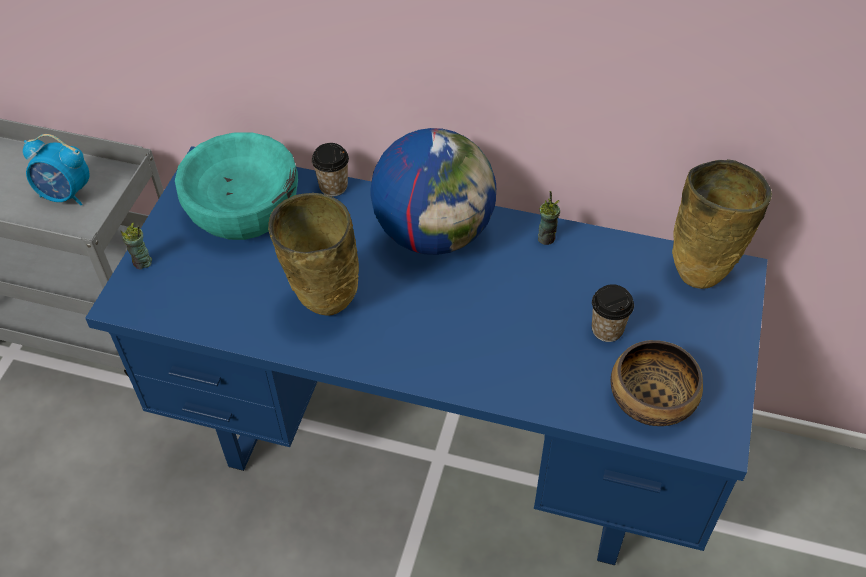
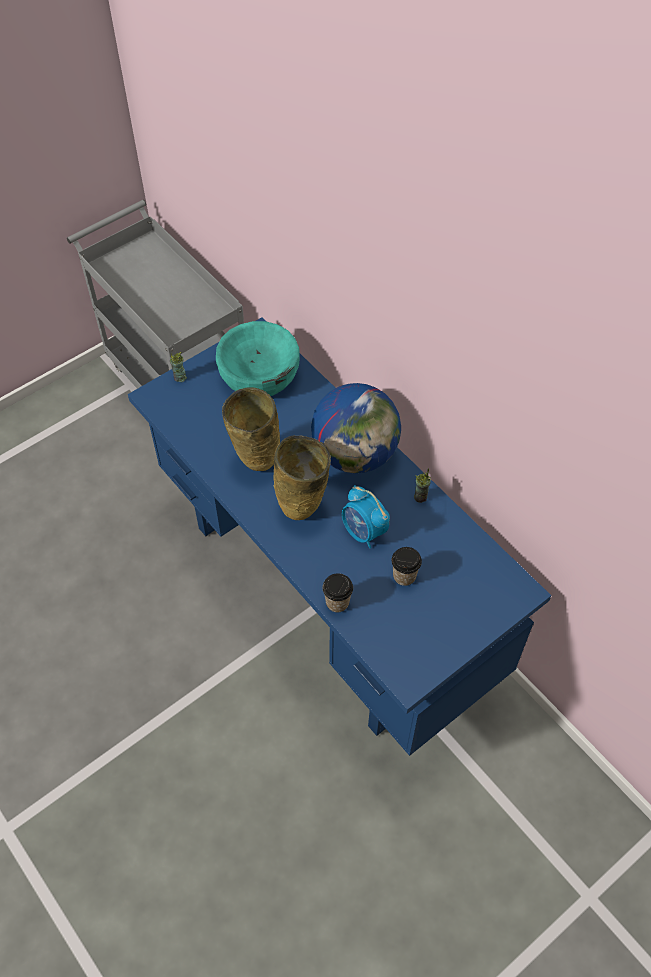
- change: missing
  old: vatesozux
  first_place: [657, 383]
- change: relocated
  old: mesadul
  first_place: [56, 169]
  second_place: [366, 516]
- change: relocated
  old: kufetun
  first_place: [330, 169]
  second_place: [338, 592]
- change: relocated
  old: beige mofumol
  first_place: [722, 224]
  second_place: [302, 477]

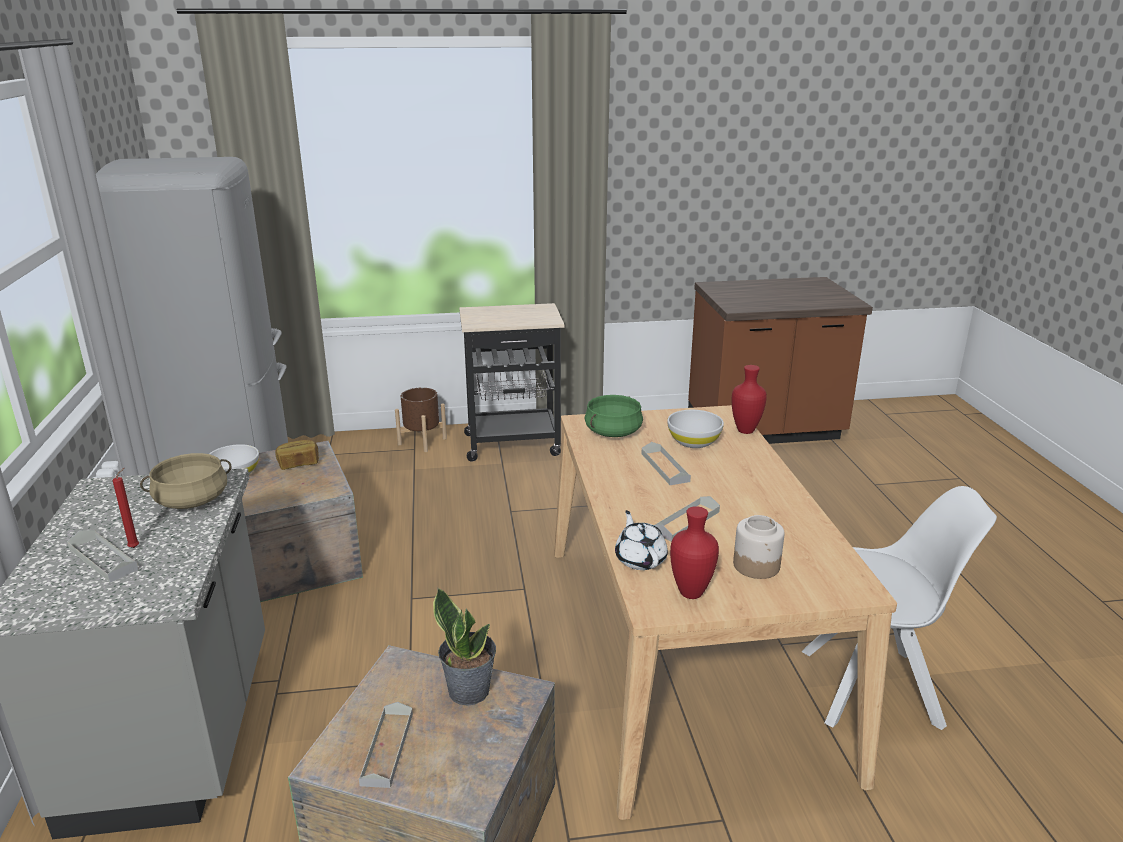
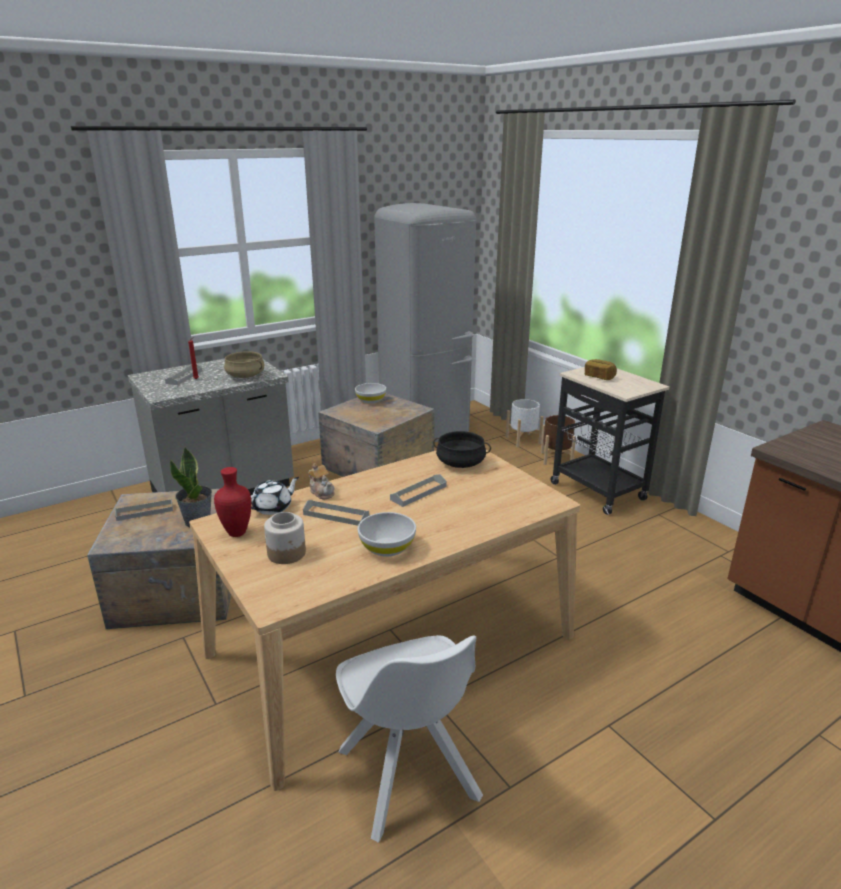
- change: missing
  old: red mofumol
  first_place: [749, 399]
- change: appeared
  new: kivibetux
  second_place: [321, 481]
- change: appeared
  new: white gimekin
  second_place: [525, 423]
- change: relocated
  old: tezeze
  first_place: [297, 455]
  second_place: [601, 369]
- change: relocated
  old: white vatesozux
  first_place: [695, 429]
  second_place: [387, 534]
- change: colour
  old: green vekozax
  new: black vekozax
  first_place: [613, 416]
  second_place: [462, 449]

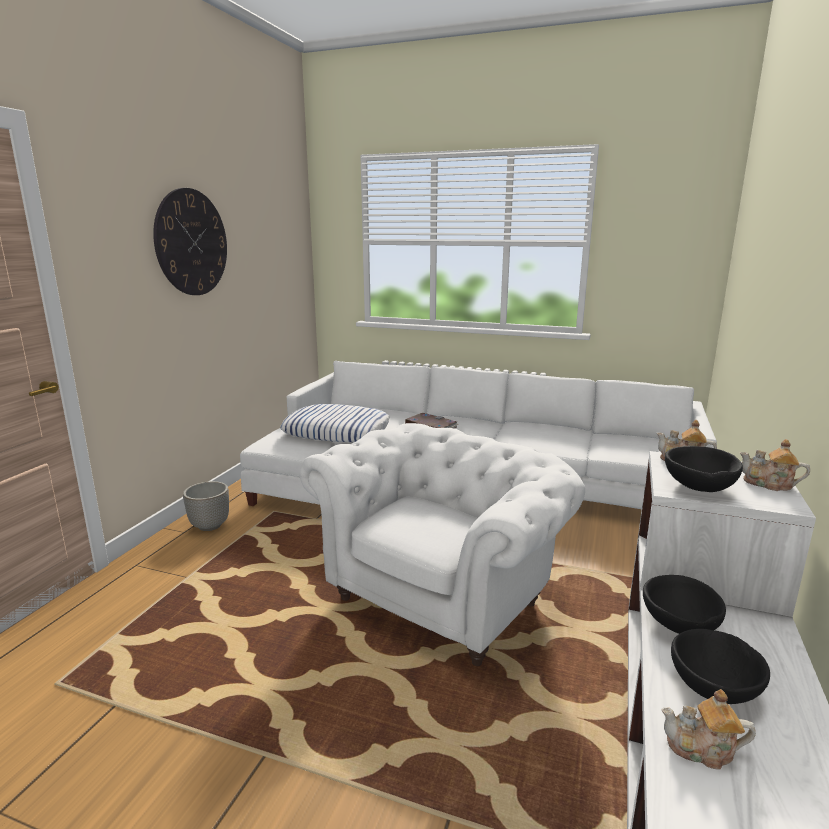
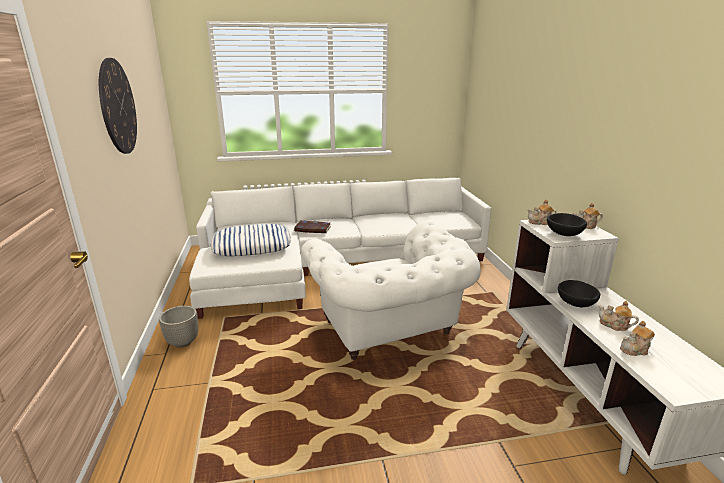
- change: exchanged
  old: black vatesozux
  new: kivibetux
  first_place: [720, 666]
  second_place: [618, 316]
- change: spun
  old: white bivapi
  first_place: [442, 544]
  second_place: [391, 290]
  degrees: 150

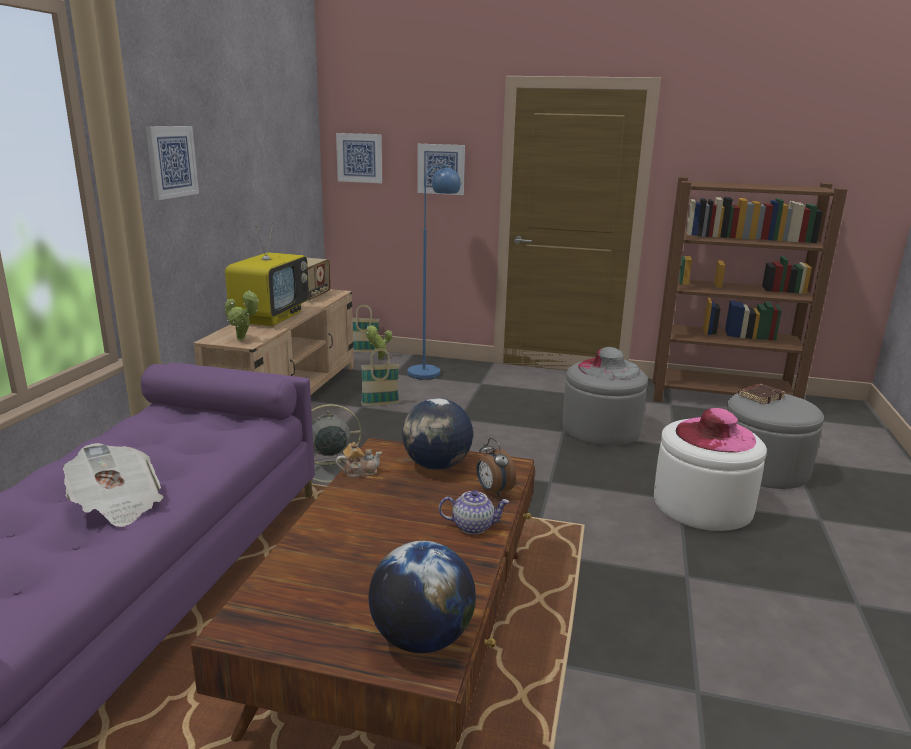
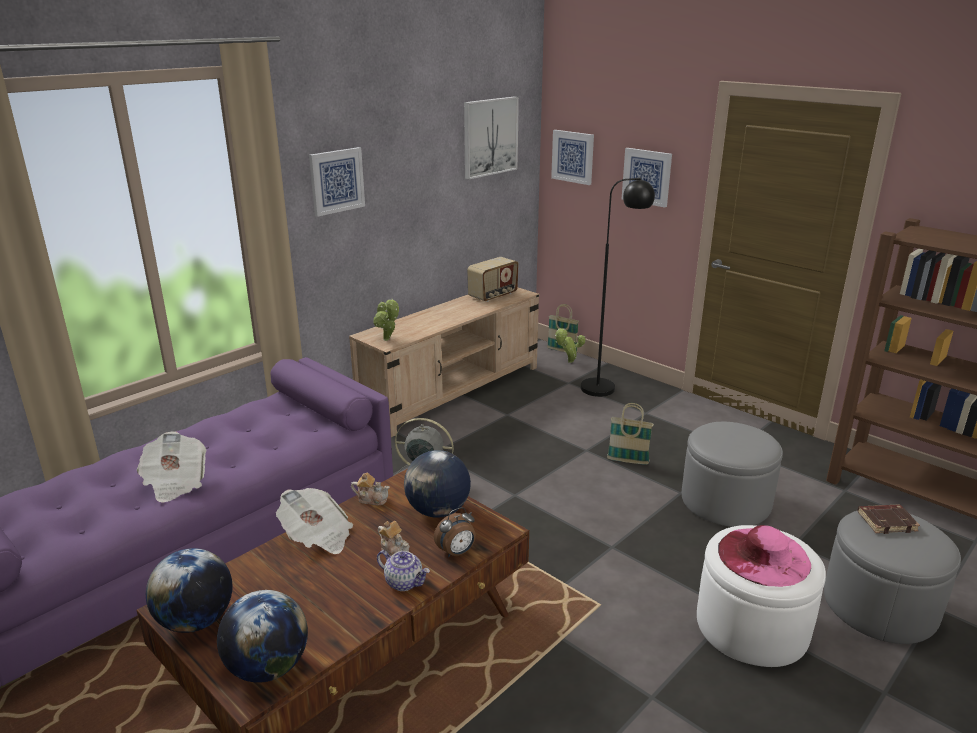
- change: missing
  old: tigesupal
  first_place: [267, 274]
- change: missing
  old: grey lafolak
  first_place: [609, 363]
- change: appeared
  new: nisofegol
  second_place: [189, 590]
- change: appeared
  new: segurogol
  second_place: [314, 521]
- change: appeared
  new: kivibetux
  second_place: [394, 538]
- change: appeared
  new: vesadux
  second_place: [491, 137]
- change: relocated
  old: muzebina
  first_place: [380, 377]
  second_place: [630, 434]
- change: colour
  old: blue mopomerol
  new: black mopomerol
  first_place: [434, 272]
  second_place: [618, 287]
- change: spun
  old: mesadul
  first_place: [496, 467]
  second_place: [455, 532]
  degrees: -120

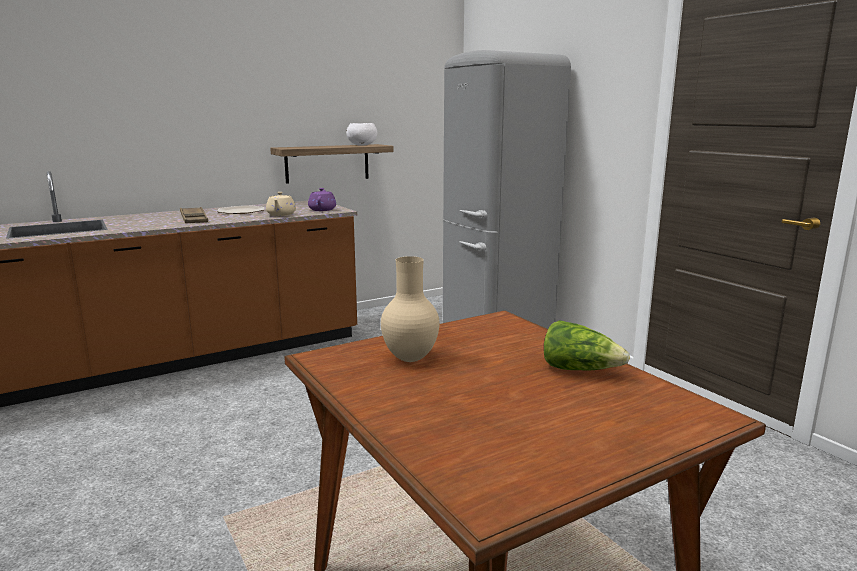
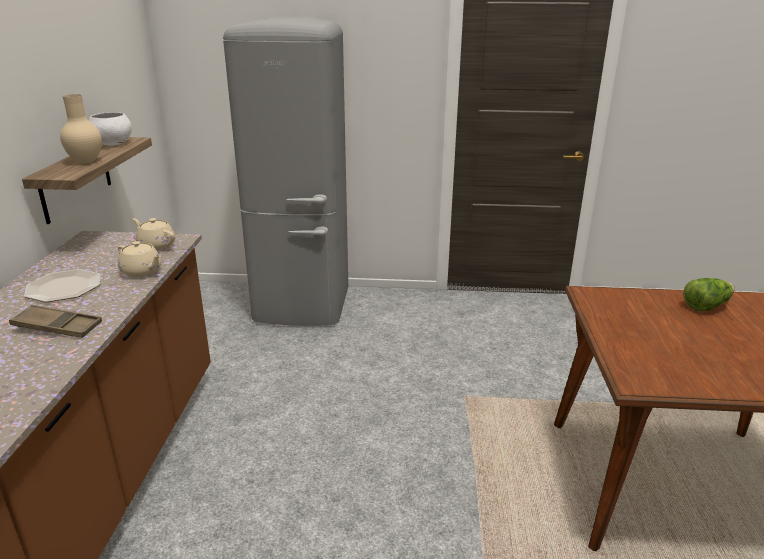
- change: relocated
  old: beige mofumol
  first_place: [410, 309]
  second_place: [81, 129]
- change: colour
  old: purple kivibetux
  new: beige kivibetux
  first_place: [322, 199]
  second_place: [154, 234]

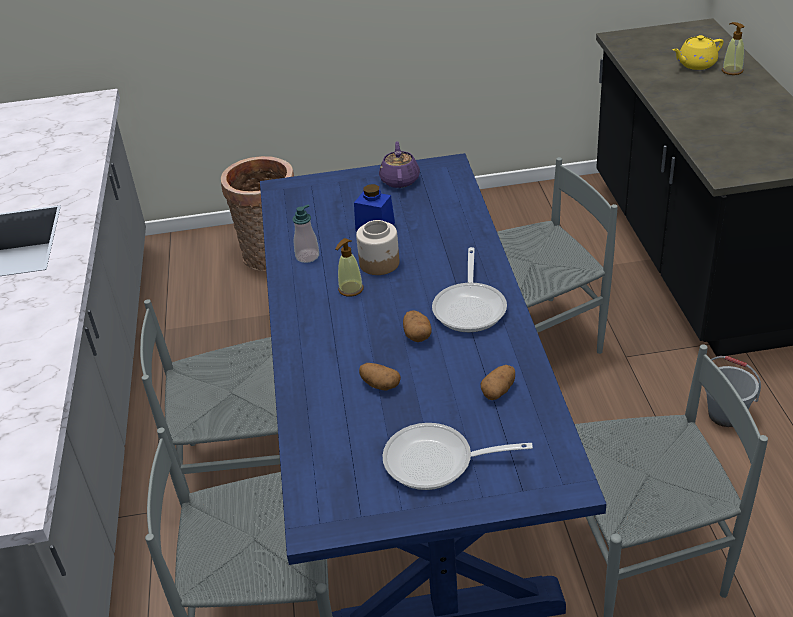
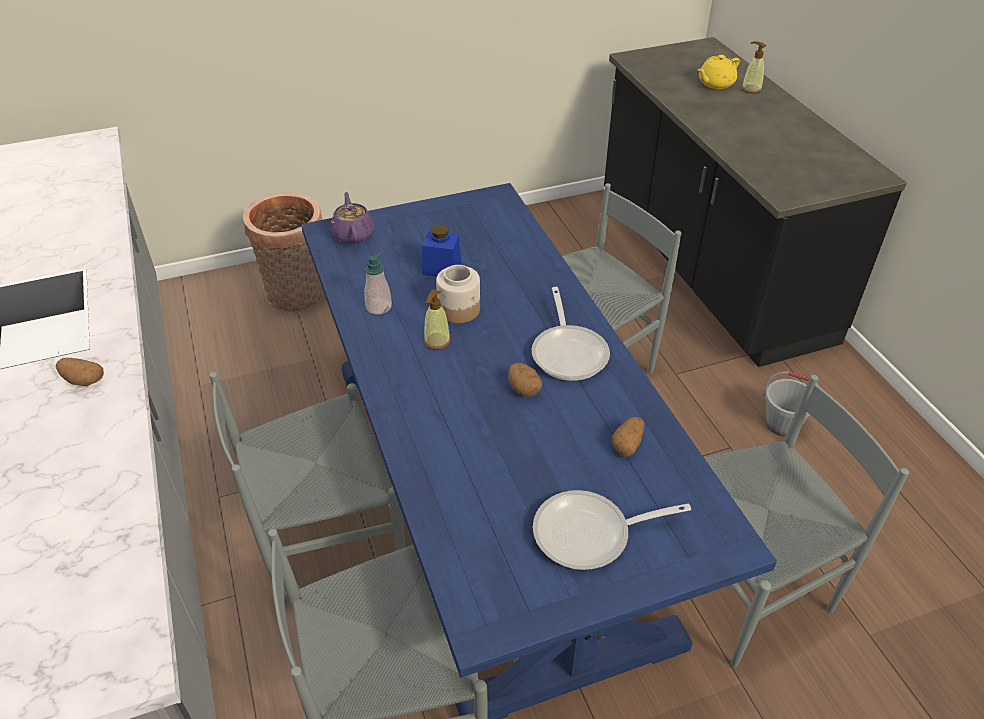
- change: relocated
  old: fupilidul
  first_place: [380, 376]
  second_place: [80, 372]
- change: relocated
  old: purple kivibetux
  first_place: [399, 164]
  second_place: [352, 218]

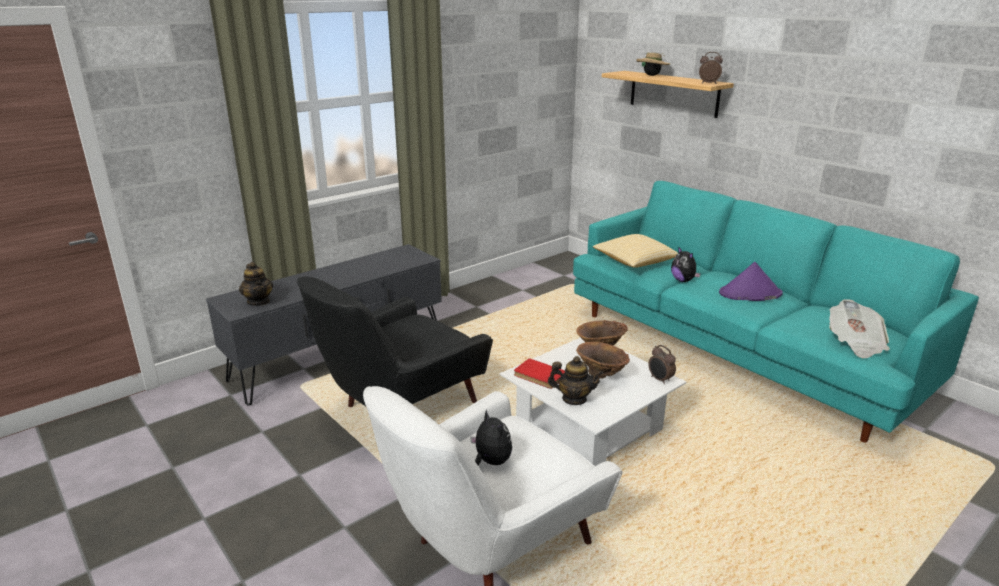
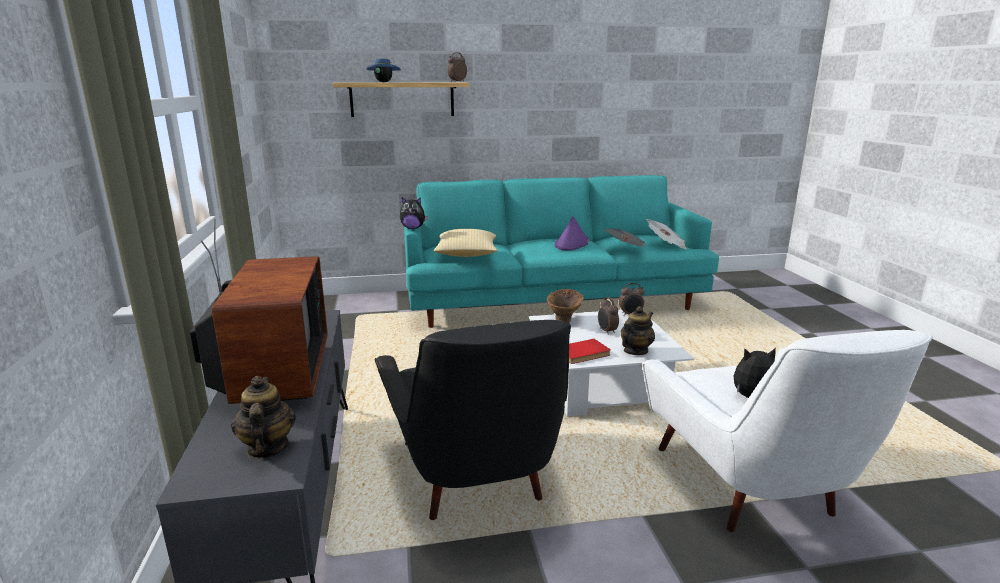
- change: appeared
  new: tigesupal
  second_place: [259, 311]
- change: appeared
  new: segurogol
  second_place: [625, 237]
- change: relocated
  old: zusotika
  first_place: [686, 264]
  second_place: [414, 213]
- change: exchanged
  old: brown mofumol
  new: mesadul
  first_place: [603, 360]
  second_place: [608, 316]
- change: colour
  old: beige lafolak
  new: blue lafolak
  first_place: [653, 64]
  second_place: [383, 70]
- change: spun
  old: kivibetux
  first_place: [256, 284]
  second_place: [263, 417]
  degrees: -105

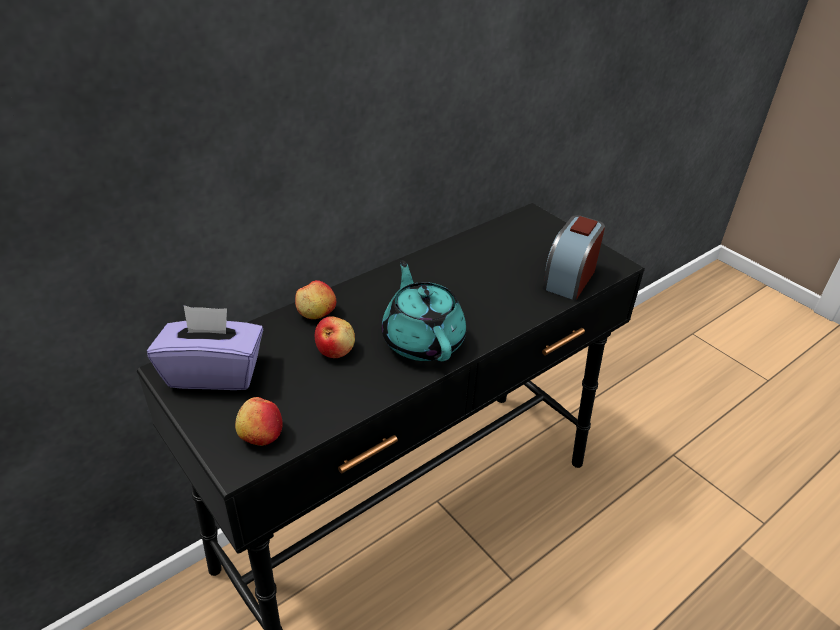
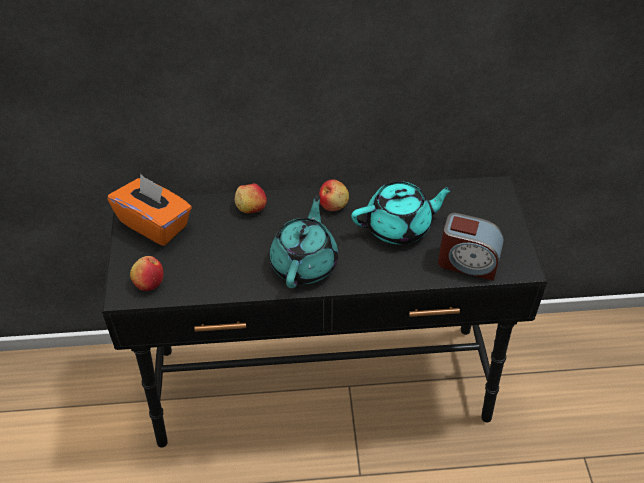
- change: appeared
  new: turquoise kivibetux
  second_place: [403, 212]
- change: relocated
  old: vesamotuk
  first_place: [335, 337]
  second_place: [334, 195]
- change: colour
  old: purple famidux
  new: orange famidux
  first_place: [205, 347]
  second_place: [149, 210]
- change: spun
  old: mesadul
  first_place: [574, 257]
  second_place: [471, 247]
  degrees: -135

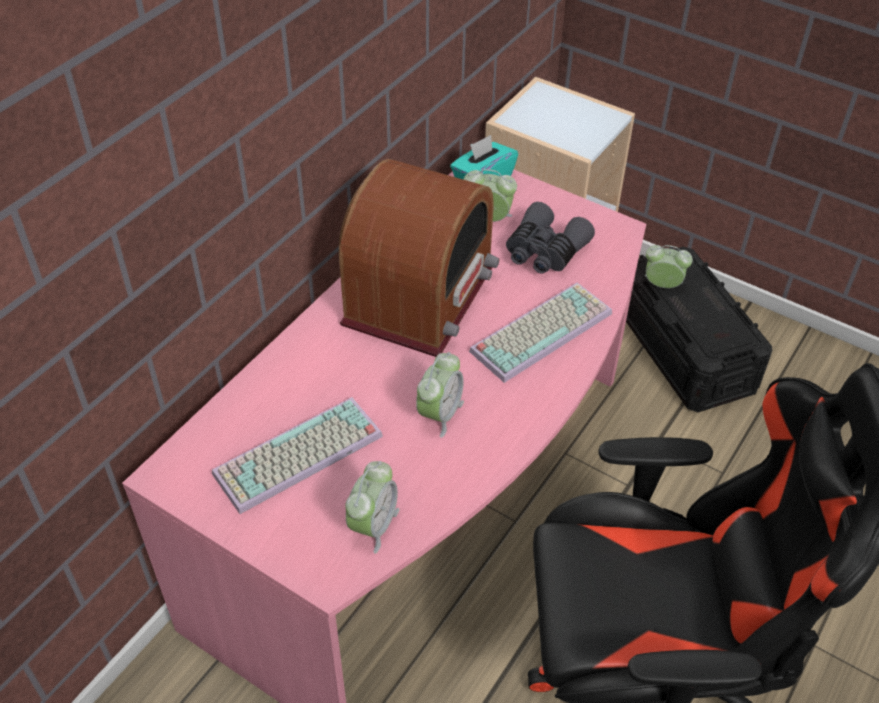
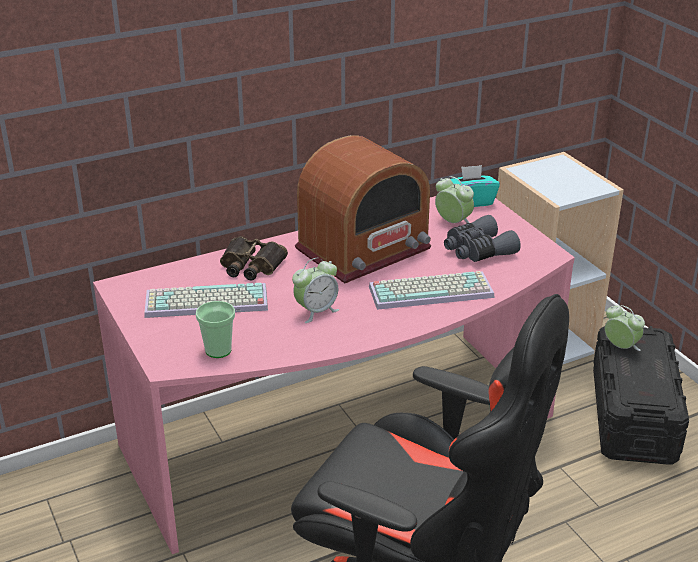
- change: appeared
  new: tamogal
  second_place: [254, 258]
- change: exchanged
  old: mesadul
  new: kufetun
  first_place: [372, 507]
  second_place: [215, 329]

